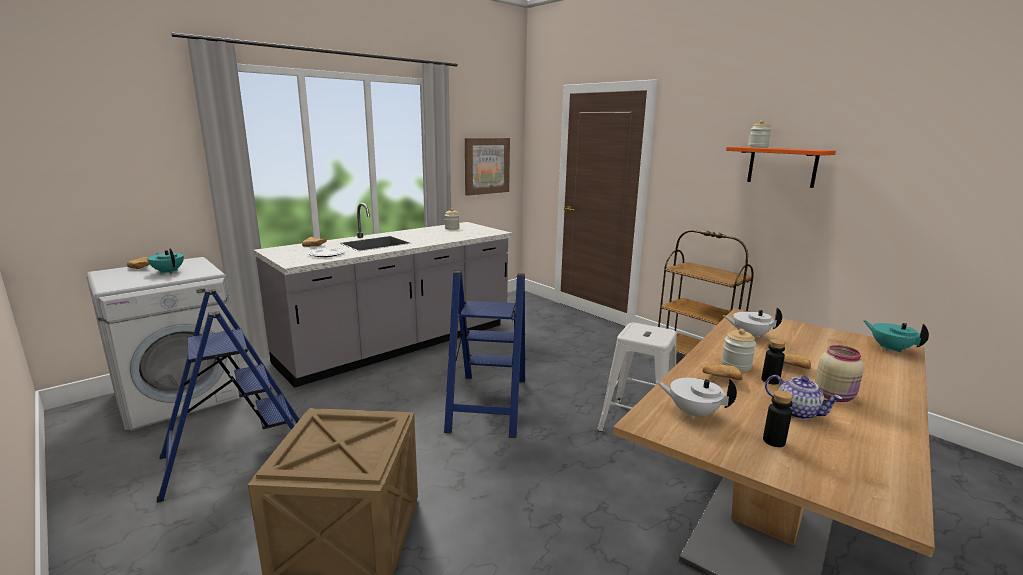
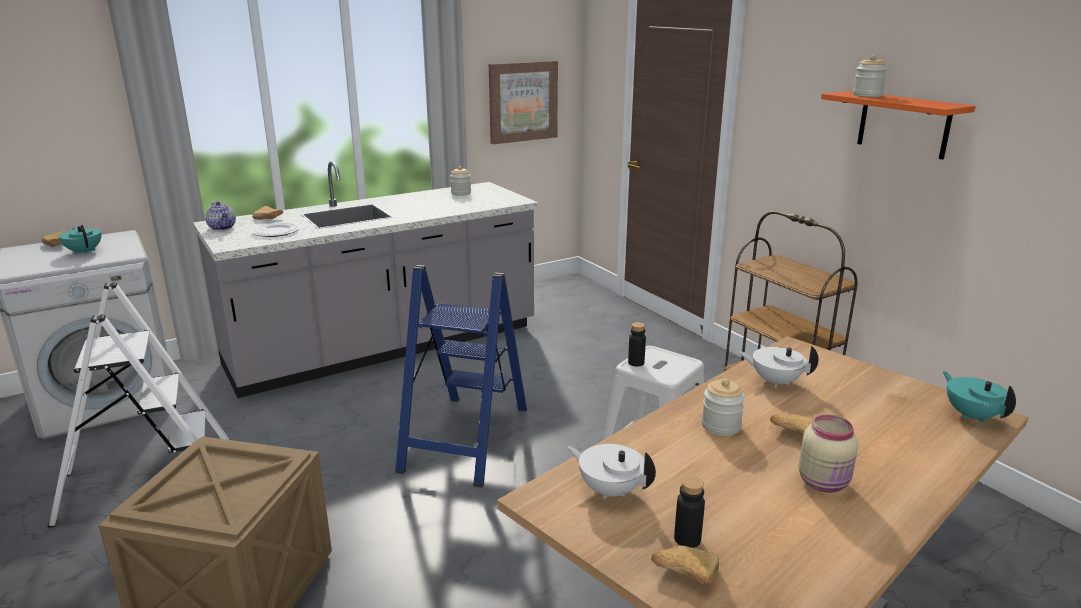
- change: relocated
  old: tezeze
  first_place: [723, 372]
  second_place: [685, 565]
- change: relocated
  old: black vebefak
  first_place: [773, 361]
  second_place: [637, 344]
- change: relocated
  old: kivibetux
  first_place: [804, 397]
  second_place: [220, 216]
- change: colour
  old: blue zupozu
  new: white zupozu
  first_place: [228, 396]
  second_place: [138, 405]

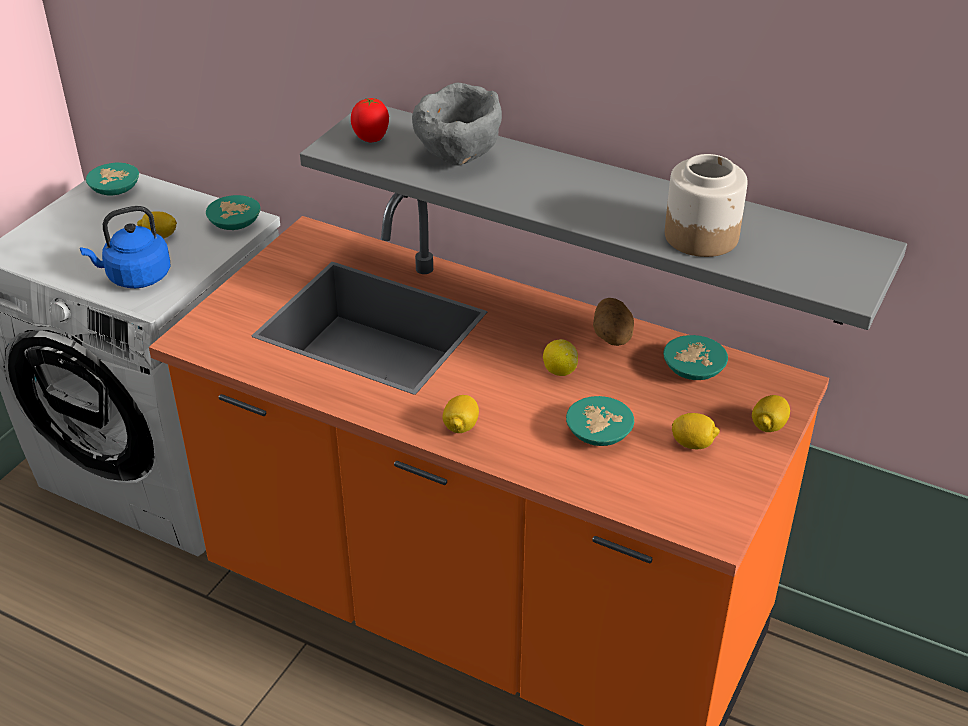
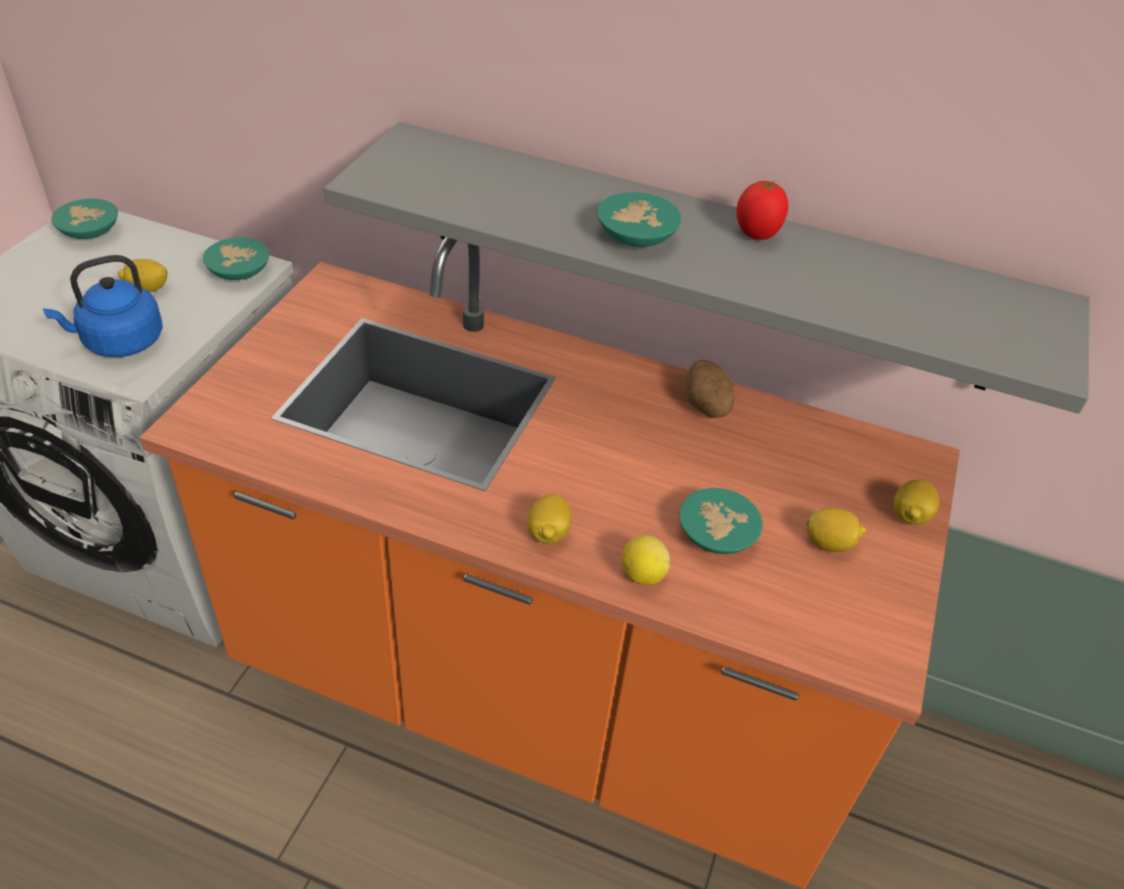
- change: missing
  old: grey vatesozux
  first_place: [457, 124]
- change: missing
  old: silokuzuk
  first_place: [706, 205]
- change: relocated
  old: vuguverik
  first_place: [370, 120]
  second_place: [762, 210]
- change: relocated
  old: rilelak
  first_place: [560, 357]
  second_place: [646, 560]
- change: relocated
  old: turquoise vatesozux
  first_place: [695, 357]
  second_place: [639, 219]

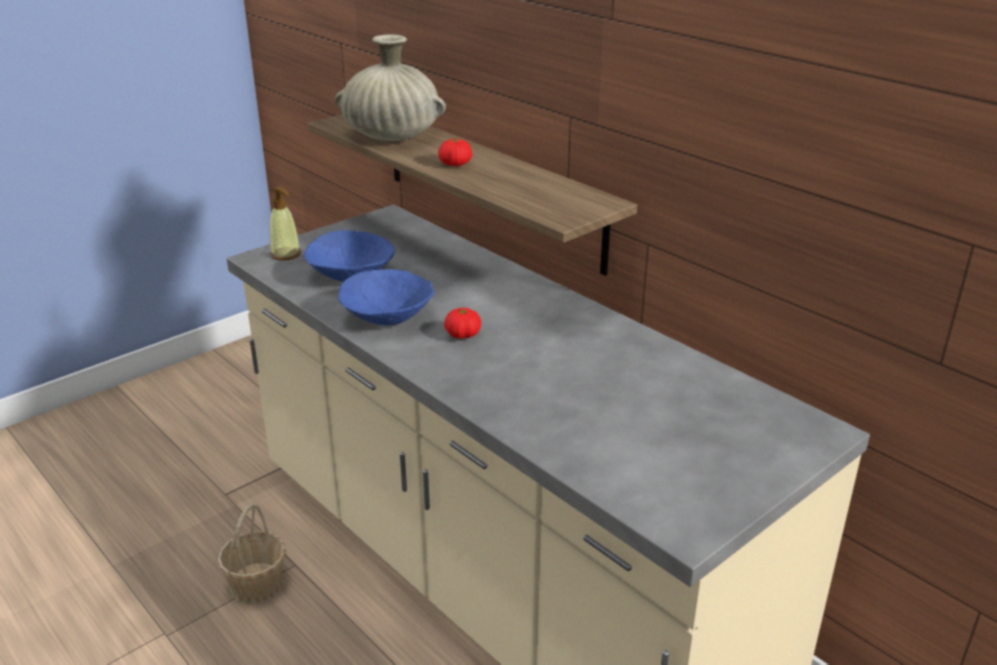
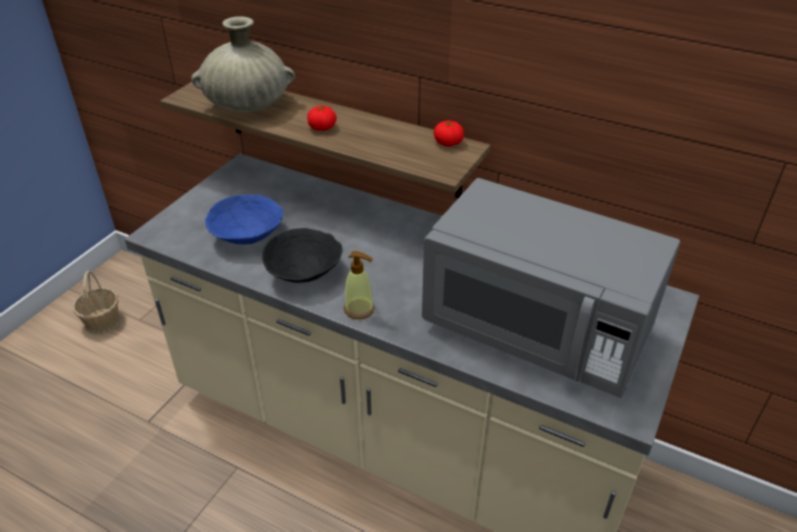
- change: appeared
  new: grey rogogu
  second_place: [551, 288]
- change: relocated
  old: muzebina
  first_place: [252, 554]
  second_place: [97, 303]
- change: relocated
  old: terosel
  first_place: [285, 223]
  second_place: [359, 285]
- change: relocated
  old: vuguverik
  first_place: [462, 323]
  second_place: [449, 133]
- change: colour
  old: blue vatesozux
  new: black vatesozux
  first_place: [386, 297]
  second_place: [302, 255]

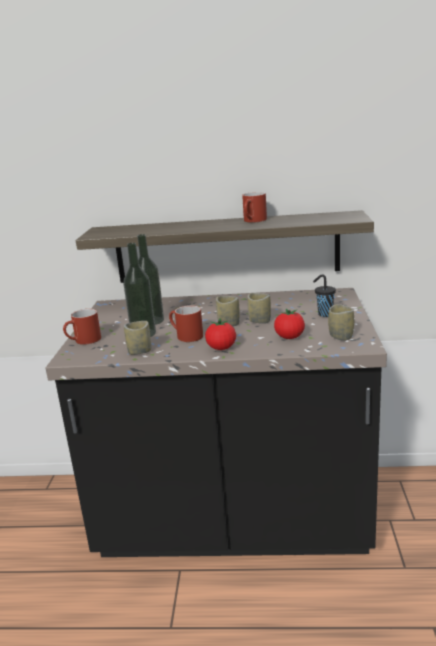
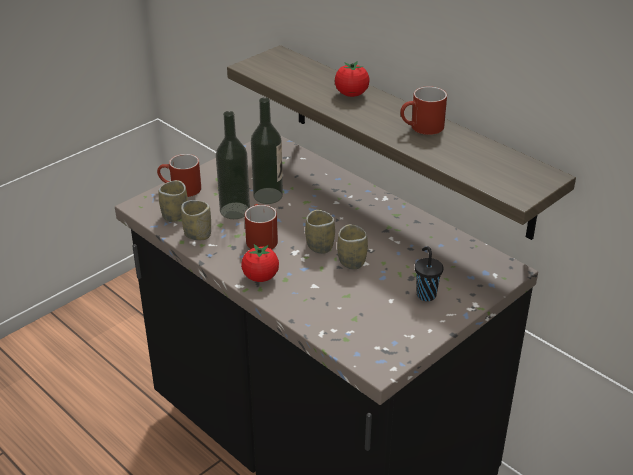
- change: relocated
  old: vuguverik
  first_place: [289, 324]
  second_place: [352, 79]
- change: relocated
  old: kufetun
  first_place: [341, 322]
  second_place: [173, 201]

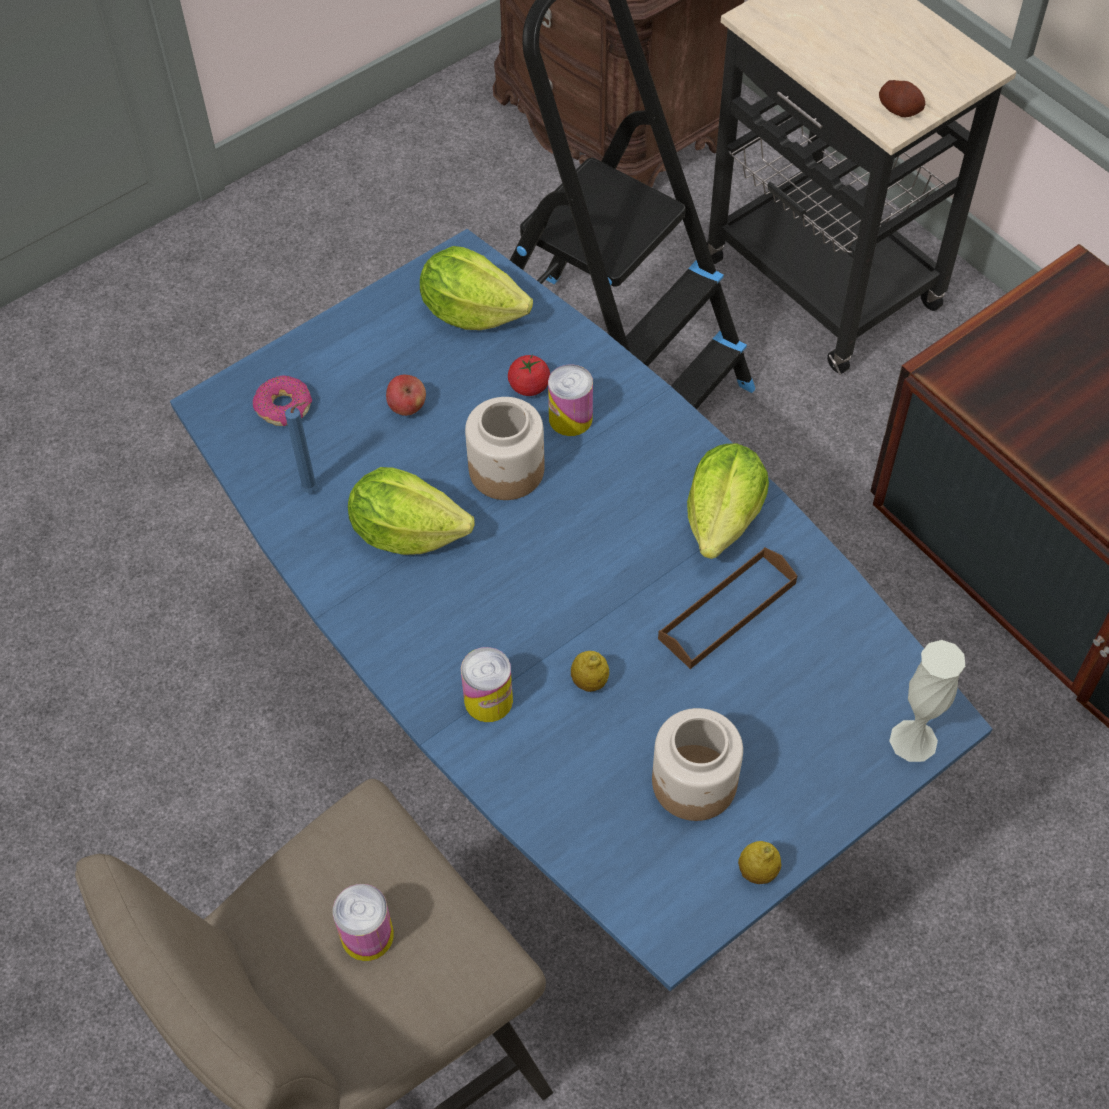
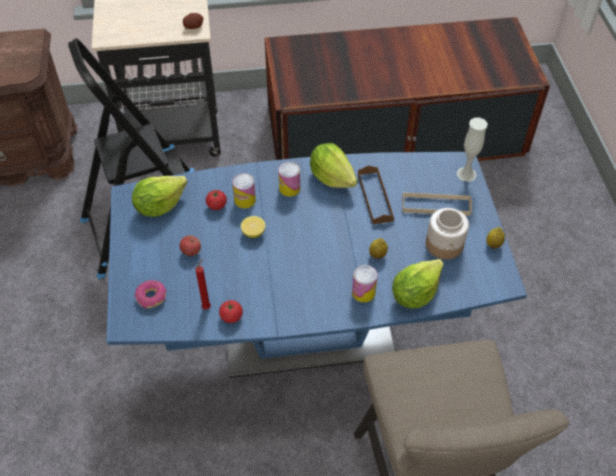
- change: appeared
  new: vuguverik
  second_place: [231, 311]
- change: appeared
  new: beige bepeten
  second_place: [437, 204]
- change: relocated
  old: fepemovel
  first_place: [363, 922]
  second_place: [289, 179]
- change: relocated
  old: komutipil
  first_place: [411, 511]
  second_place: [418, 283]
- change: exchanged
  old: silokuzuk
  new: rilelak
  first_place: [505, 448]
  second_place: [253, 227]
- change: colour
  old: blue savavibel
  new: red savavibel
  first_place: [301, 447]
  second_place: [203, 284]

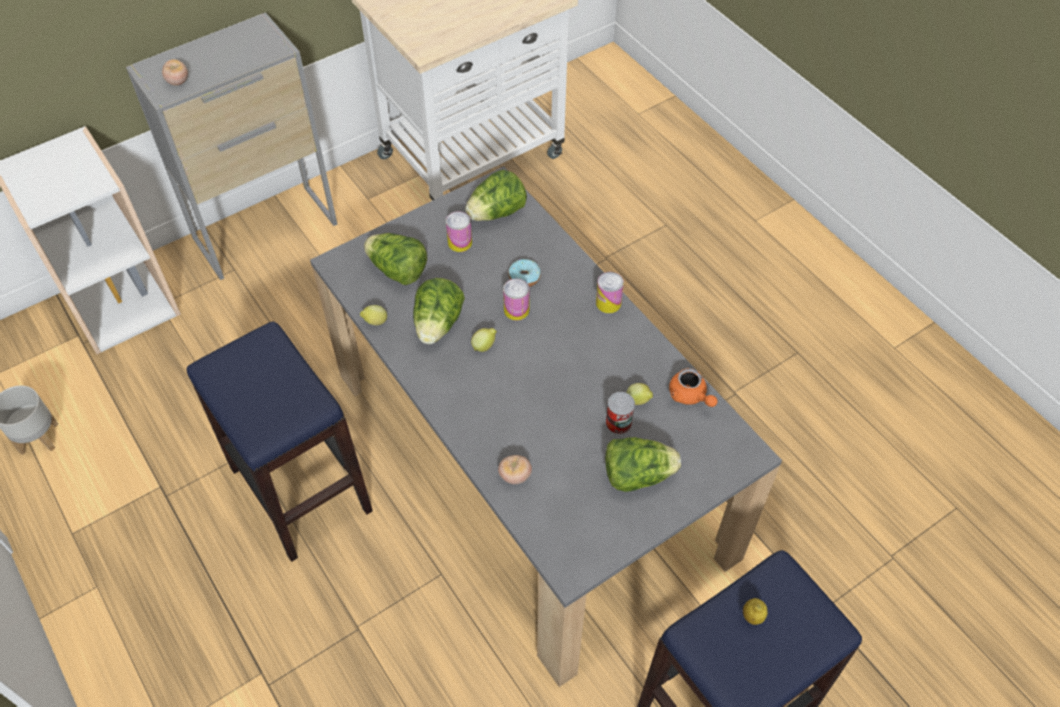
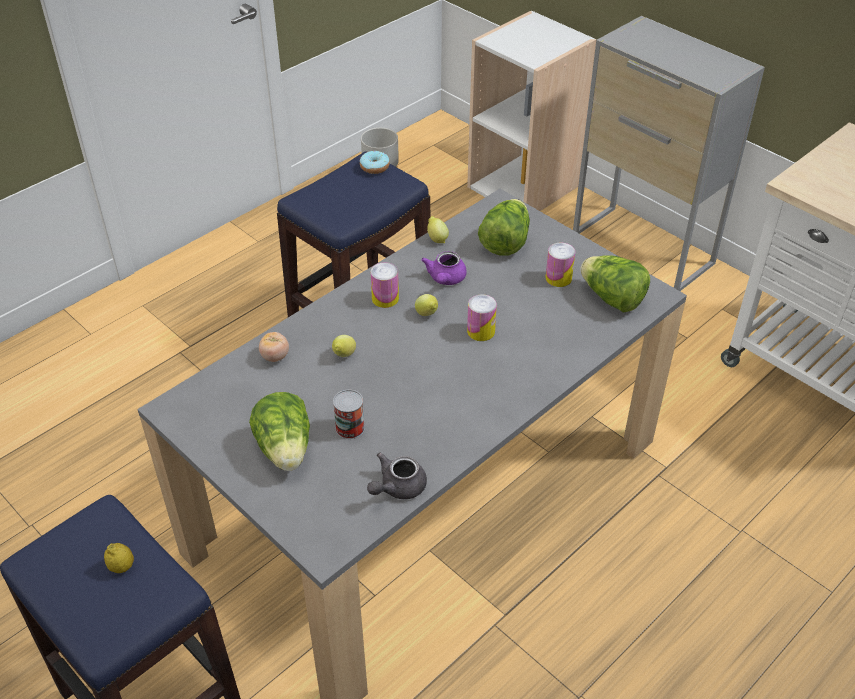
- change: missing
  old: vuguverik
  first_place: [175, 72]
- change: relocated
  old: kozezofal
  first_place: [524, 273]
  second_place: [375, 162]
- change: relocated
  old: fepemovel
  first_place: [610, 292]
  second_place: [385, 285]
- change: relocated
  old: rilelak
  first_place: [640, 394]
  second_place: [344, 346]
- change: exchanged
  old: komutipil
  new: purple kivibetux
  first_place: [439, 311]
  second_place: [444, 268]
- change: colour
  old: orange kivibetux
  new: grey kivibetux
  first_place: [693, 387]
  second_place: [397, 476]

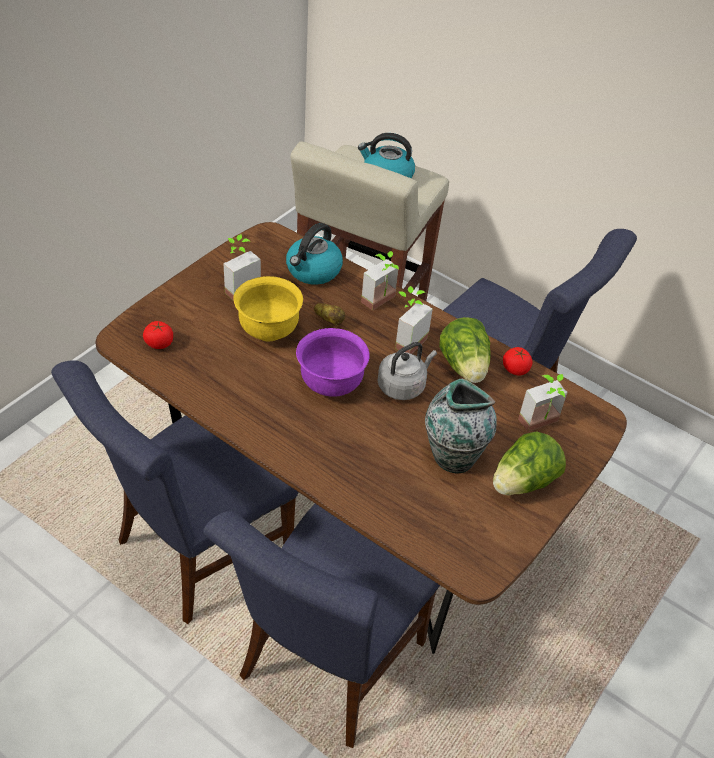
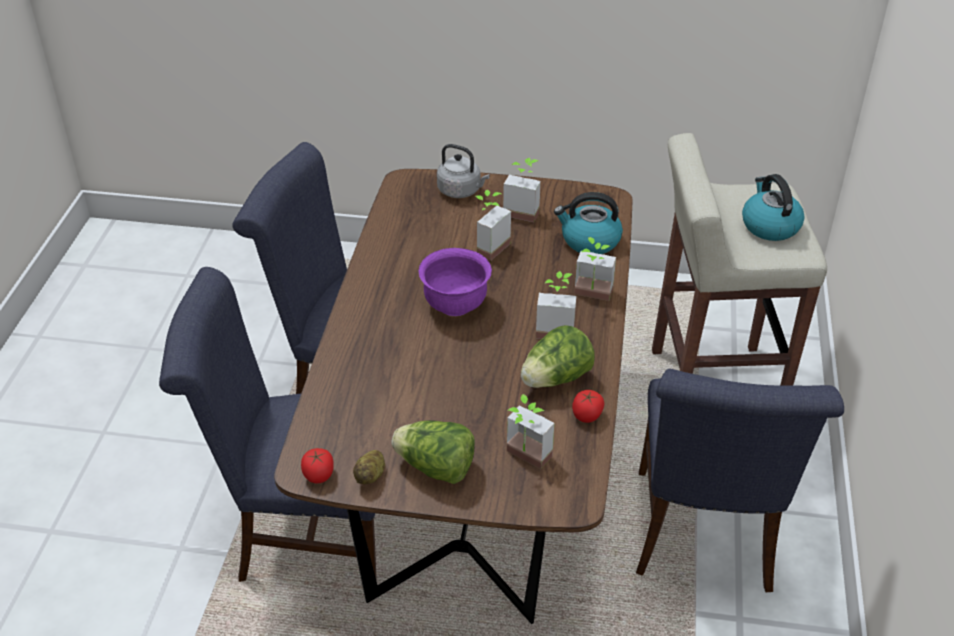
- change: missing
  old: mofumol
  first_place: [461, 426]
- change: relocated
  old: vuguverik
  first_place: [158, 335]
  second_place: [317, 465]
- change: relocated
  old: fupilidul
  first_place: [329, 314]
  second_place: [369, 467]
- change: relocated
  old: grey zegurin
  first_place: [407, 371]
  second_place: [463, 171]
- change: exchanged
  old: yellow vatesozux
  new: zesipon
  first_place: [268, 308]
  second_place: [493, 225]

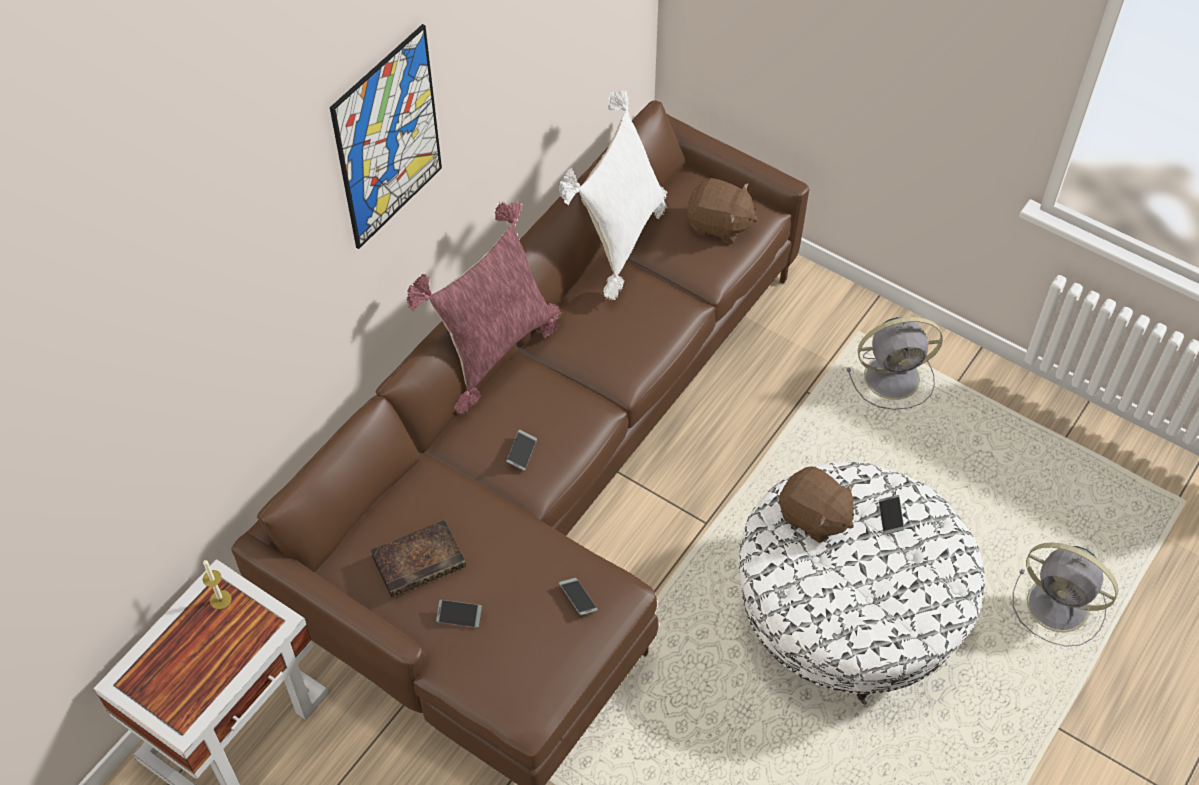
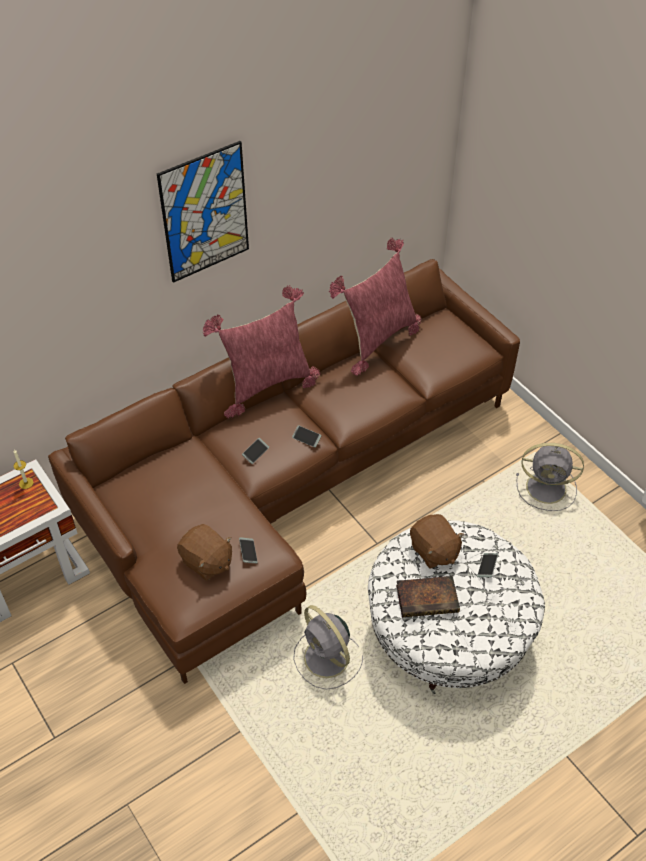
- change: relocated
  old: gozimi
  first_place: [418, 558]
  second_place: [428, 596]
- change: relocated
  old: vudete
  first_place: [459, 614]
  second_place: [307, 436]
- change: relocated
  old: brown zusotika
  first_place: [722, 210]
  second_place: [204, 552]
- change: relocated
  old: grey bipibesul
  first_place: [1066, 594]
  second_place: [328, 647]
- change: colour
  old: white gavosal
  new: red gavosal
  first_place: [613, 195]
  second_place: [375, 307]

